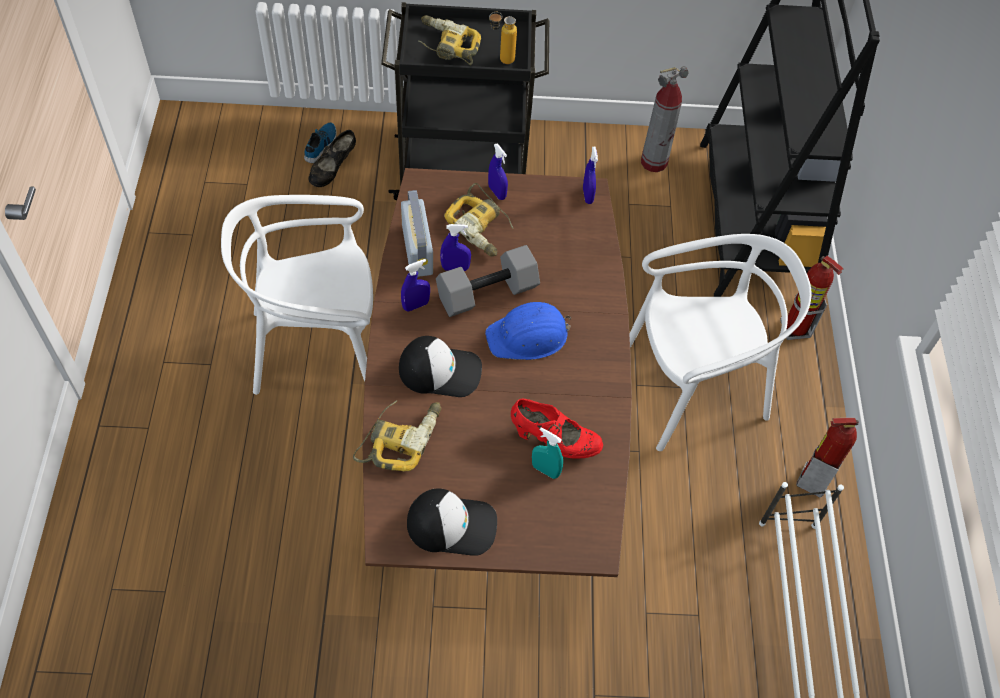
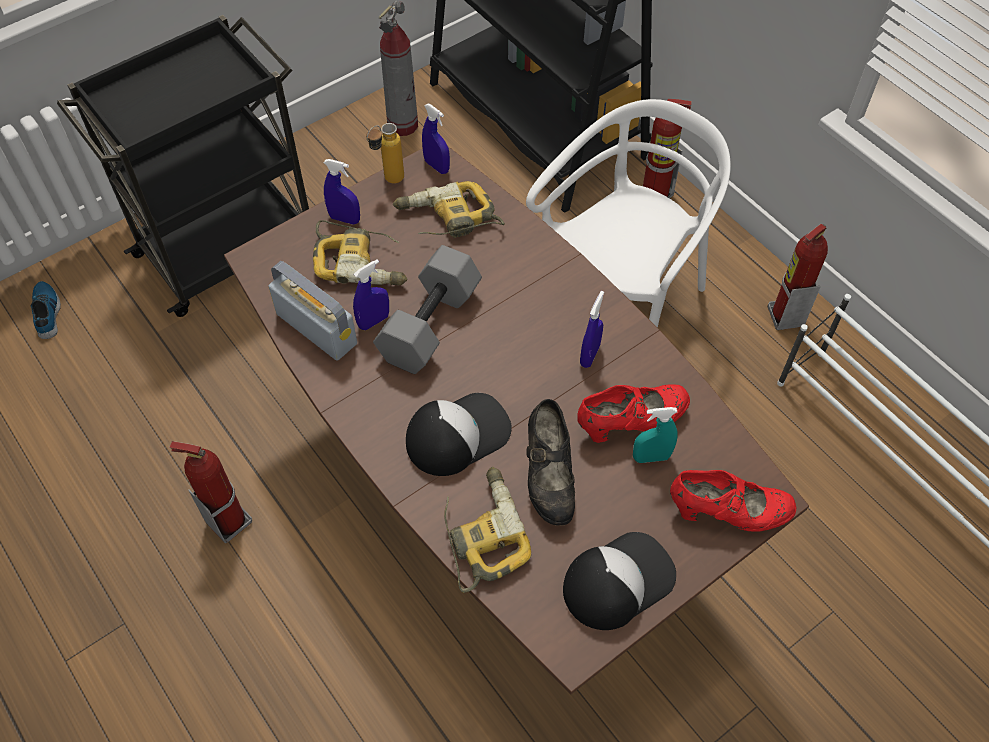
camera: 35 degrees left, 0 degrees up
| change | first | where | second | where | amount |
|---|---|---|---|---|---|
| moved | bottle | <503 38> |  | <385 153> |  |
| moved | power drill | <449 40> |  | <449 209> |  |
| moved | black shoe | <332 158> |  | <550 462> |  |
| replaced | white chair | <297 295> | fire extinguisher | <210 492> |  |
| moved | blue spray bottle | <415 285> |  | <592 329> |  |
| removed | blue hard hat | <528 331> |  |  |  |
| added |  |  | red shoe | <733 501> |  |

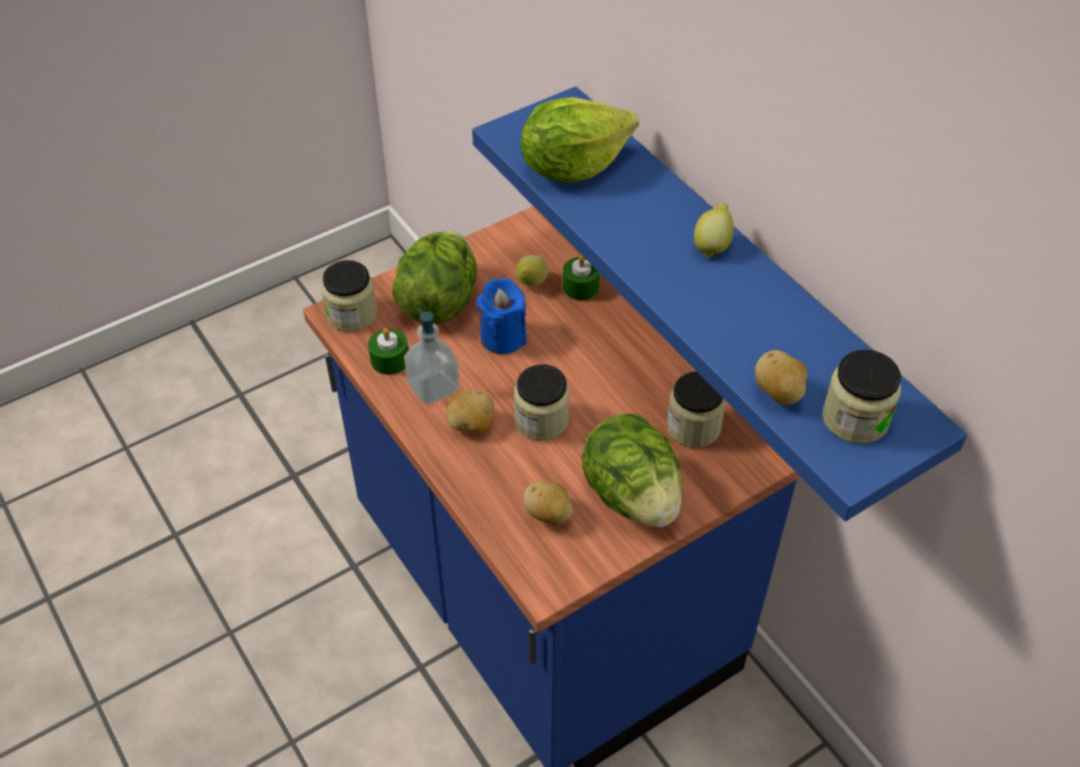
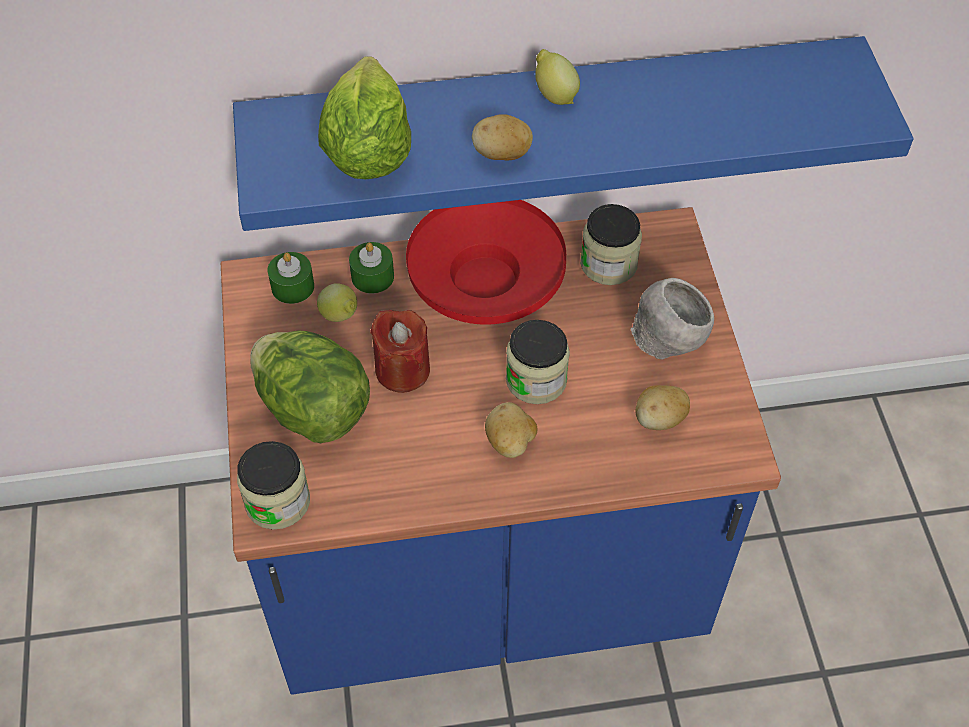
camera: 65 degrees left, 5 degrees up
| change | first | where | second | where | amount |
|---|---|---|---|---|---|
| recoloured | blue candle | <501 316> | red candle | <400 351> |  |
| removed | soap dispenser | <432 357> |  |  |  |
| moved | green candle | <388 351> |  | <290 278> |  |
| removed | jar | <861 396> |  |  |  |
| moved | potato | <781 377> |  | <502 137> |  |
| replaced | lettuce | <632 470> | grey bowl | <672 319> |  |
| added |  |  | red bowl | <486 262> |  |

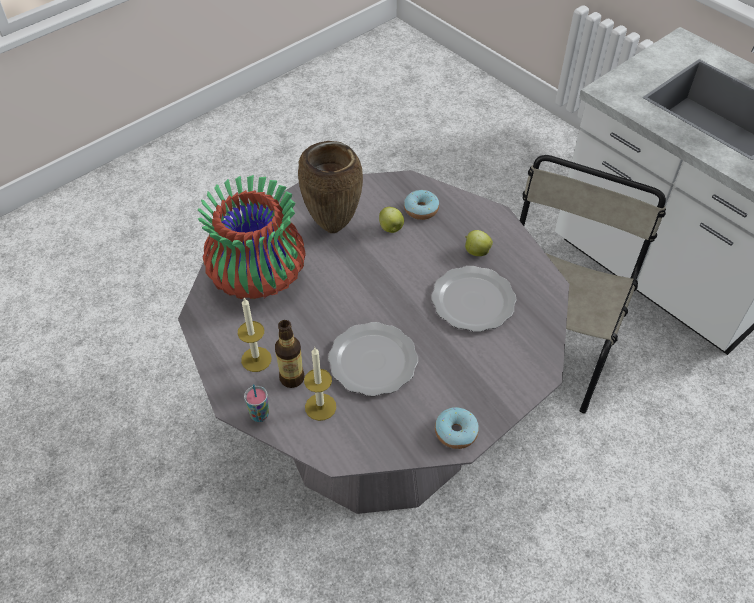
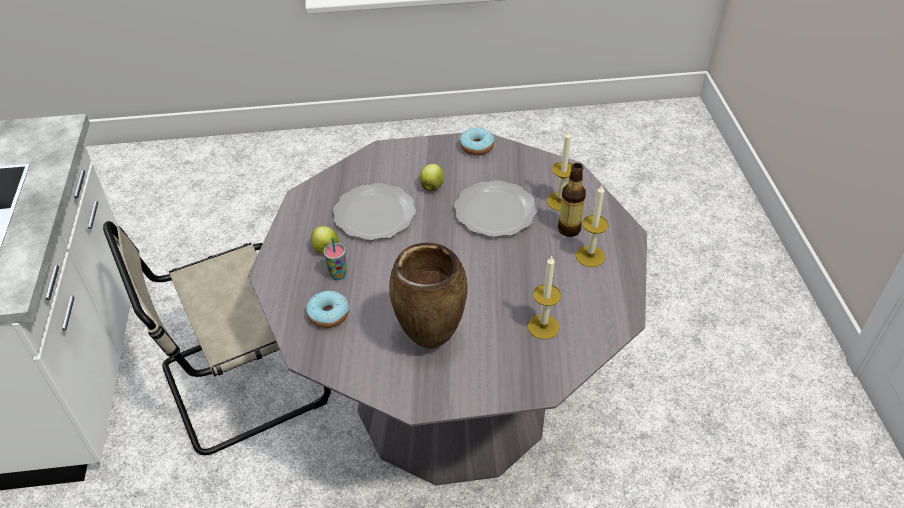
camera: 145 degrees left, 5 degrees down
| change | first | where | second | where | amount |
|---|---|---|---|---|---|
| replaced | vase | <252 237> | candle | <544 297> |  |
| moved | apple | <391 220> |  | <432 177> |  |
| moved | cup | <256 403> |  | <335 259> |  |

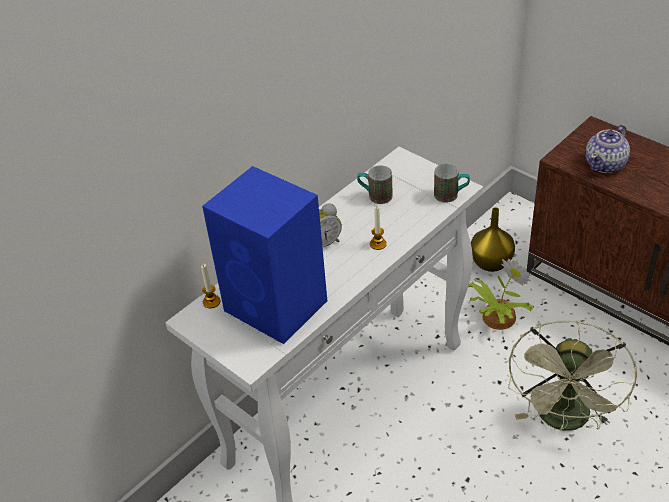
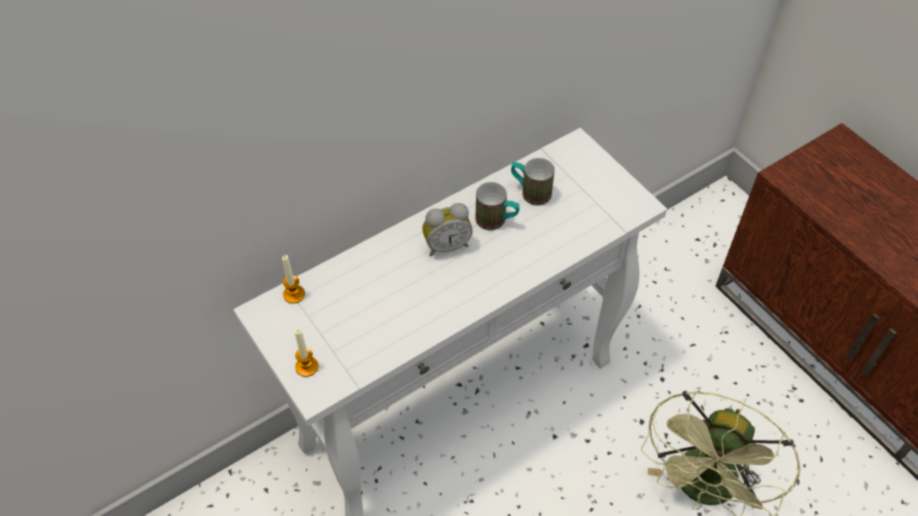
camera: 10 degrees right, 10 degrees up
| change | first | where | second | where | amount |
|---|---|---|---|---|---|
| removed | teapot | <607 148> |  |  |  |
| moved | mug | <452 183> |  | <498 206> |  |
| removed | blue speaker | <264 255> |  |  |  |
| moved | candle | <378 228> |  | <306 353> |  |
| removed | yellow vase | <493 239> |  |  |  |
| removed | potted plant | <501 294> |  |  |  |

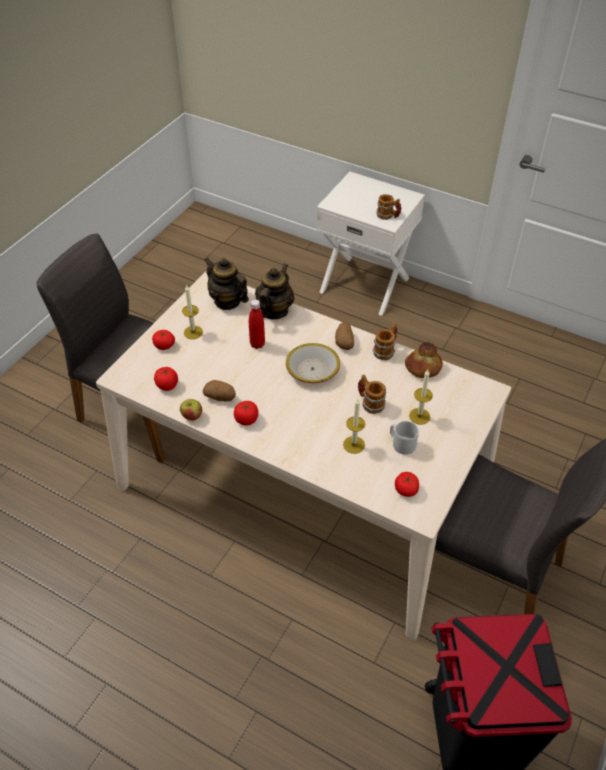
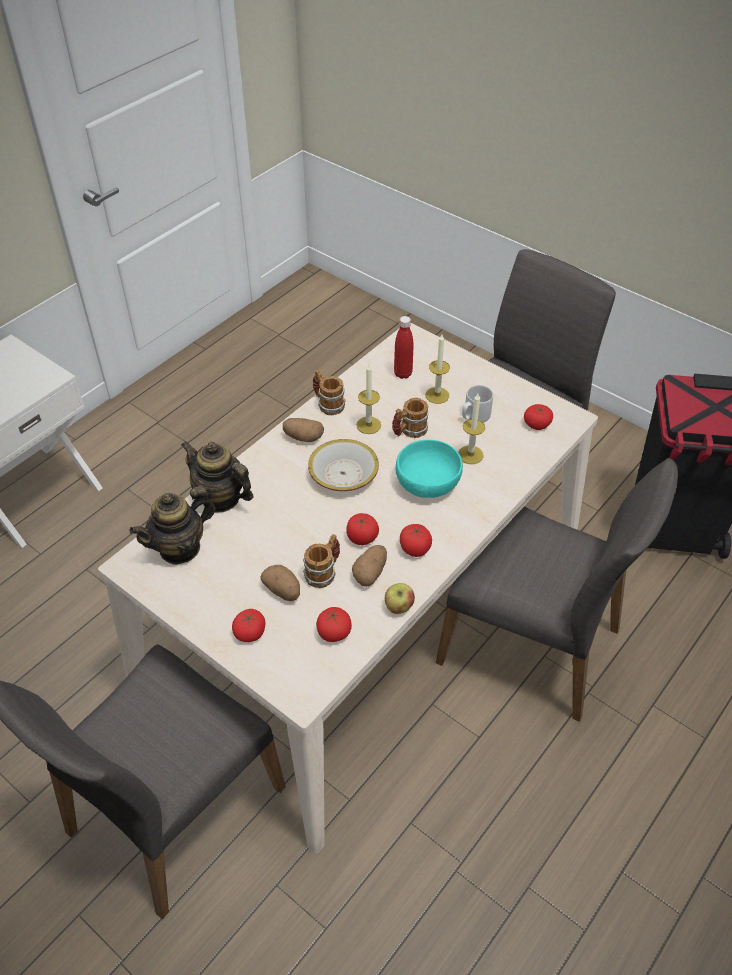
camera: 80 degrees left, 0 degrees up
| change | first | where | second | where | amount |
|---|---|---|---|---|---|
| moved | mug | <389 207> |  | <321 561> |  |
| moved | candle | <192 312> |  | <368 399> |  |
| moved | red bottle | <257 324> |  | <403 347> |  |
| removed | bread | <424 360> |  |  |  |
| added |  |  | turquoise bowl | <429 469> |  |
| added |  |  | grey chair | <557 590> |  |
| added |  |  | tomato | <362 529> |  |
| added |  |  | potato | <280 583> |  |

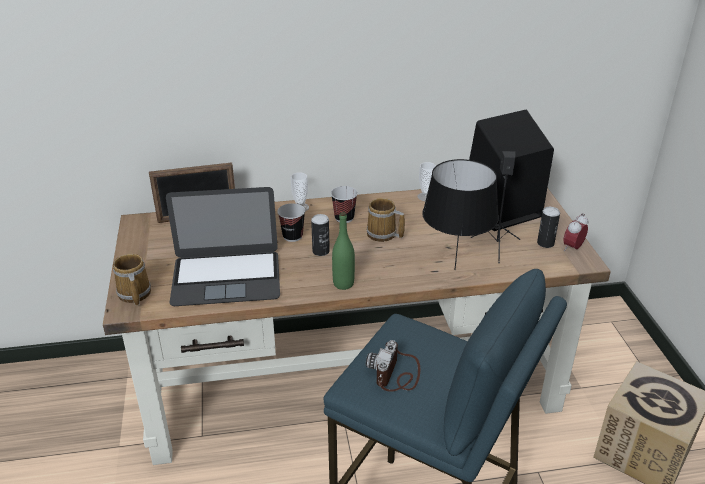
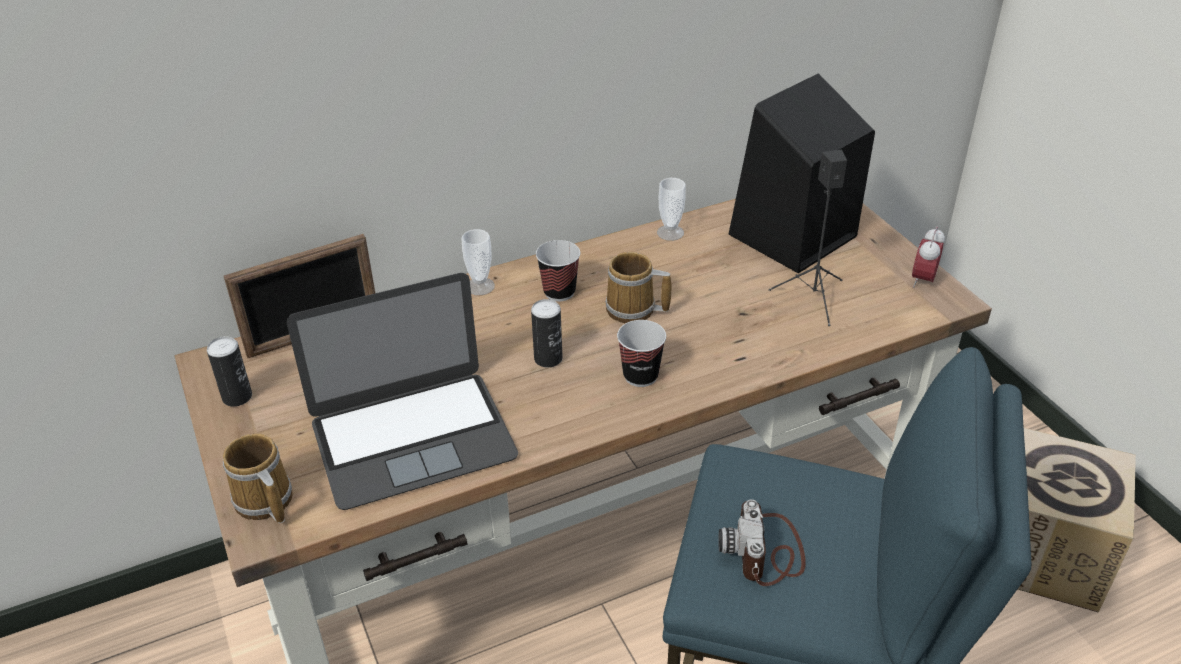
camera: 15 degrees left, 5 degrees up
| change | first | where | second | where | amount |
|---|---|---|---|---|---|
| removed | black table lamp | <460 214> |  |  |  |
| moved | cup | <291 222> |  | <641 353> |  |
| moved | can | <548 227> |  | <229 371> |  |
| removed | green bottle | <343 251> |  |  |  |

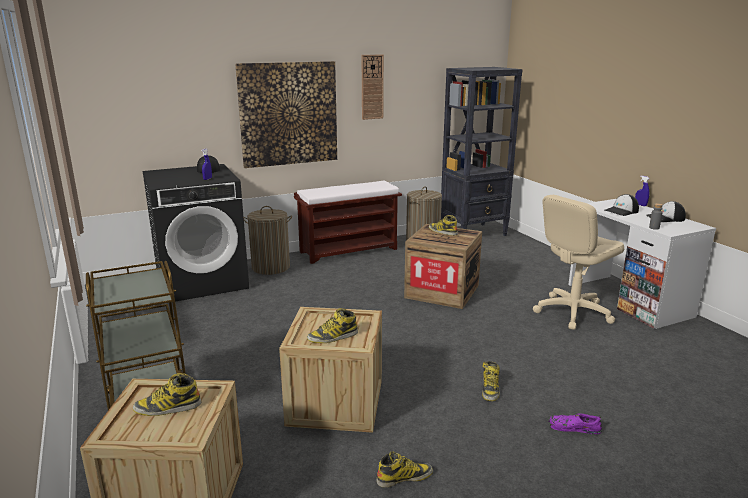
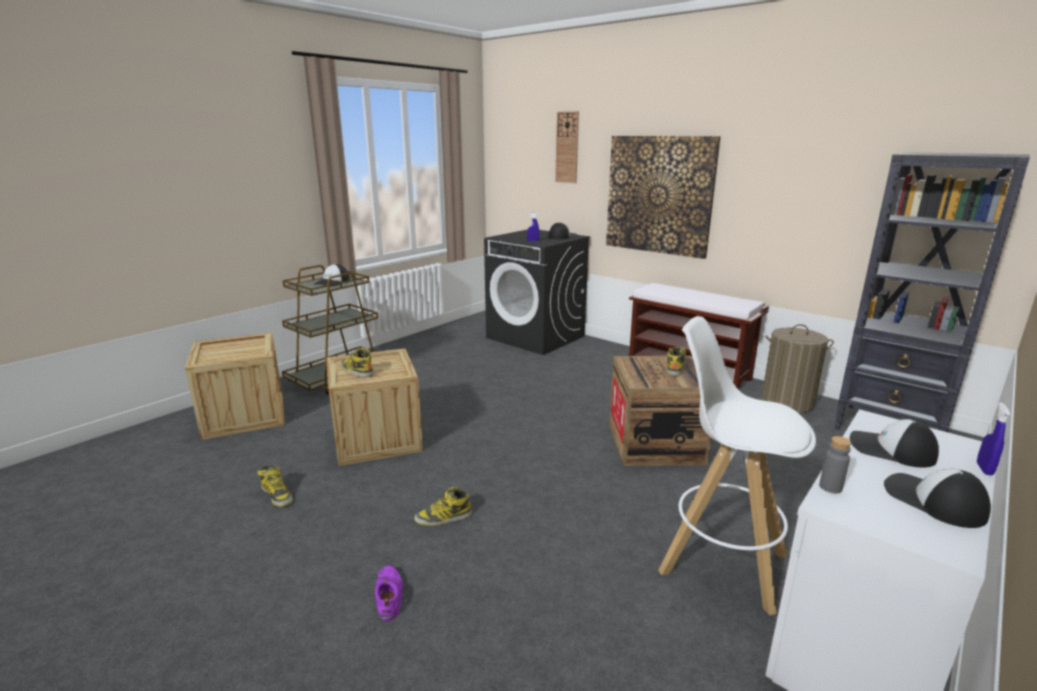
camera: 65 degrees right, 0 degrees up
| change | first | where | second | where | amount |
|---|---|---|---|---|---|
| moved | wall clock | <373 87> |  | <567 147> |  |
| replaced | beige office chair | <578 262> | white stool | <737 465> |  |
| removed | laundry basket | <268 240> |  |  |  |
| removed | boot | <167 394> |  |  |  |
| added |  |  | cap | <332 275> |  |

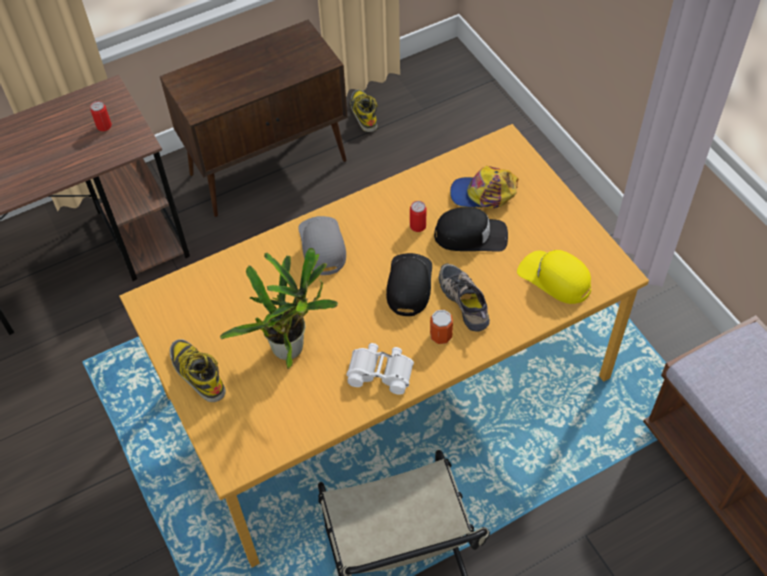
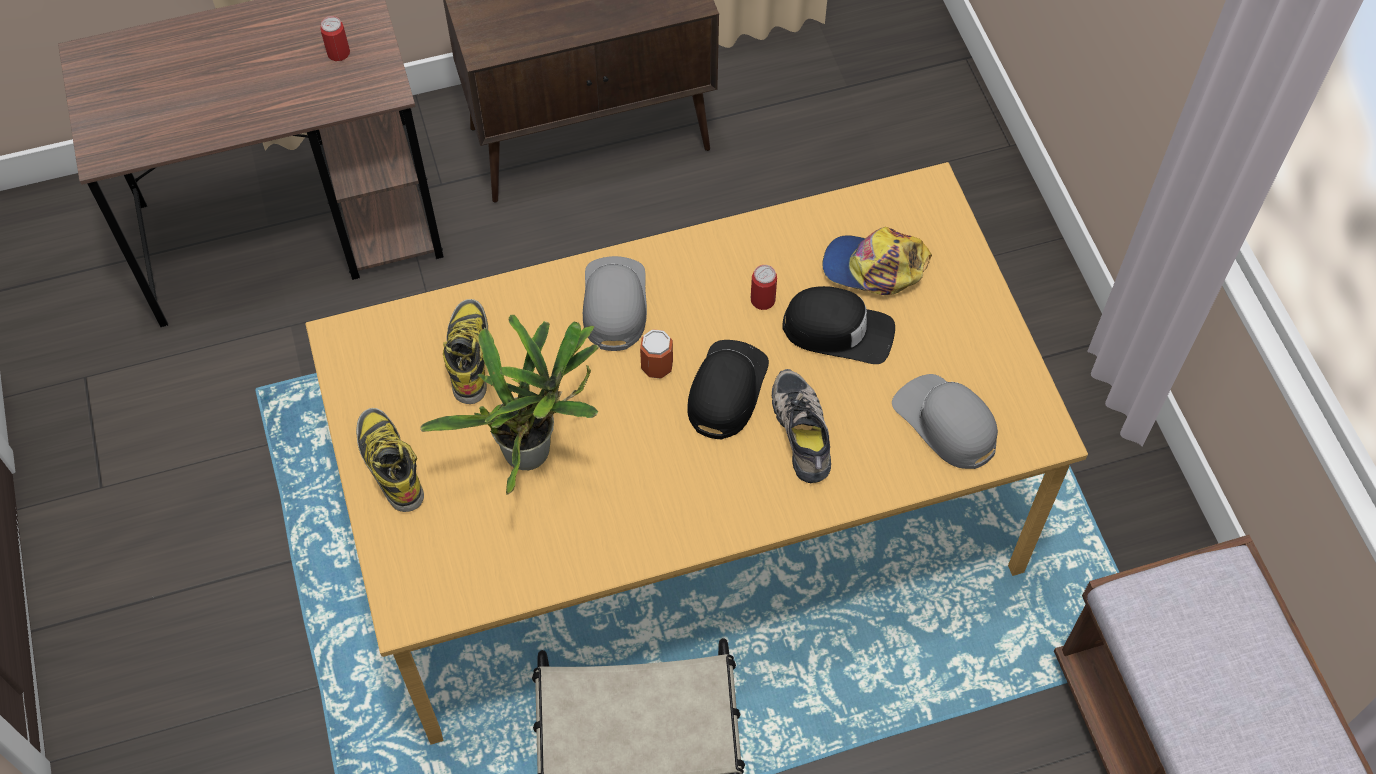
camera: 10 degrees right, 5 degrees up
| change | first | where | second | where | amount |
|---|---|---|---|---|---|
| moved | boot | <363 110> |  | <465 351> |  |
| recoloured | yellow cap | <554 277> | grey cap | <945 421> |  |
| moved | can | <441 327> |  | <656 353> |  |
| removed | white binoculars | <380 369> |  |  |  |

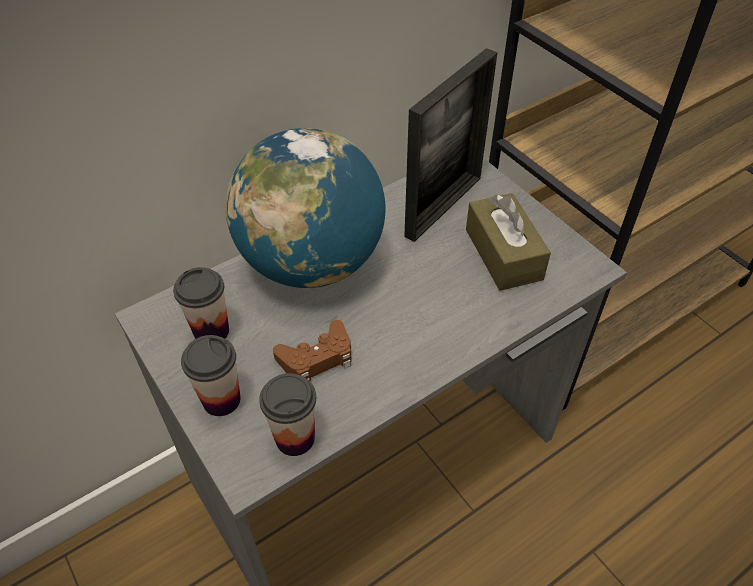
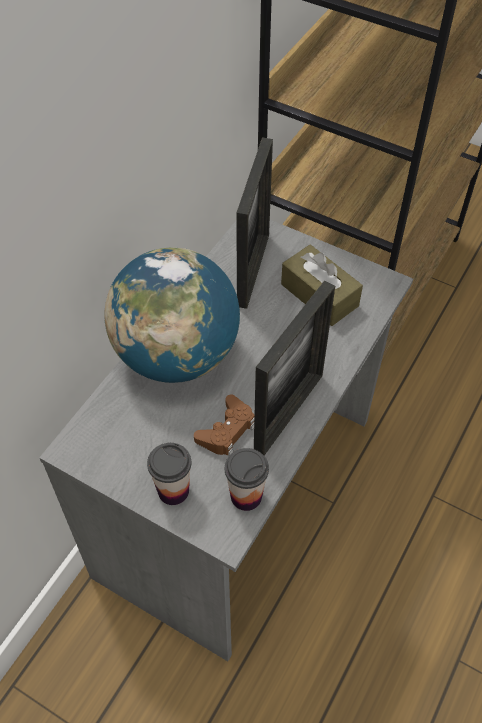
camera: 25 degrees left, 5 degrees up
| change | first | where | second | where | amount |
|---|---|---|---|---|---|
| removed | cup | <201 303> |  |  |  |
| added |  |  | picture frame | <294 368> |  |

